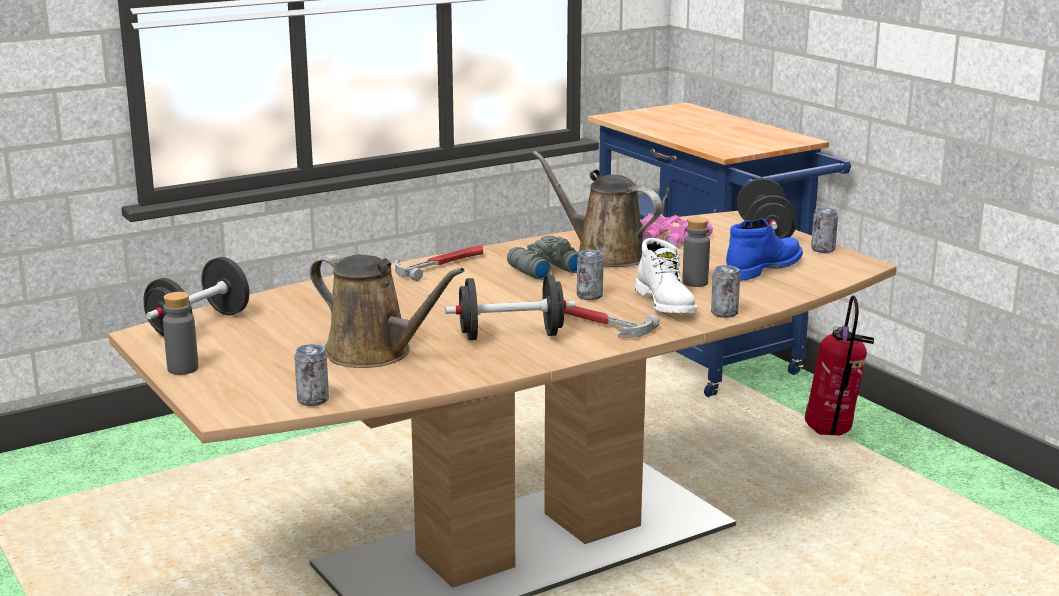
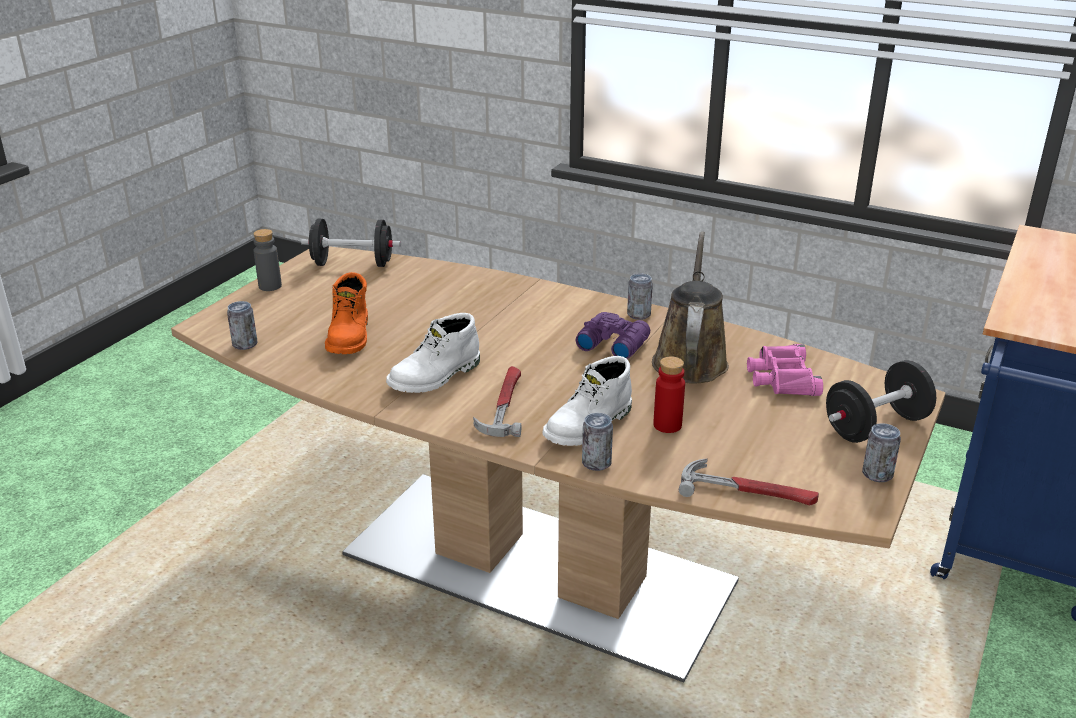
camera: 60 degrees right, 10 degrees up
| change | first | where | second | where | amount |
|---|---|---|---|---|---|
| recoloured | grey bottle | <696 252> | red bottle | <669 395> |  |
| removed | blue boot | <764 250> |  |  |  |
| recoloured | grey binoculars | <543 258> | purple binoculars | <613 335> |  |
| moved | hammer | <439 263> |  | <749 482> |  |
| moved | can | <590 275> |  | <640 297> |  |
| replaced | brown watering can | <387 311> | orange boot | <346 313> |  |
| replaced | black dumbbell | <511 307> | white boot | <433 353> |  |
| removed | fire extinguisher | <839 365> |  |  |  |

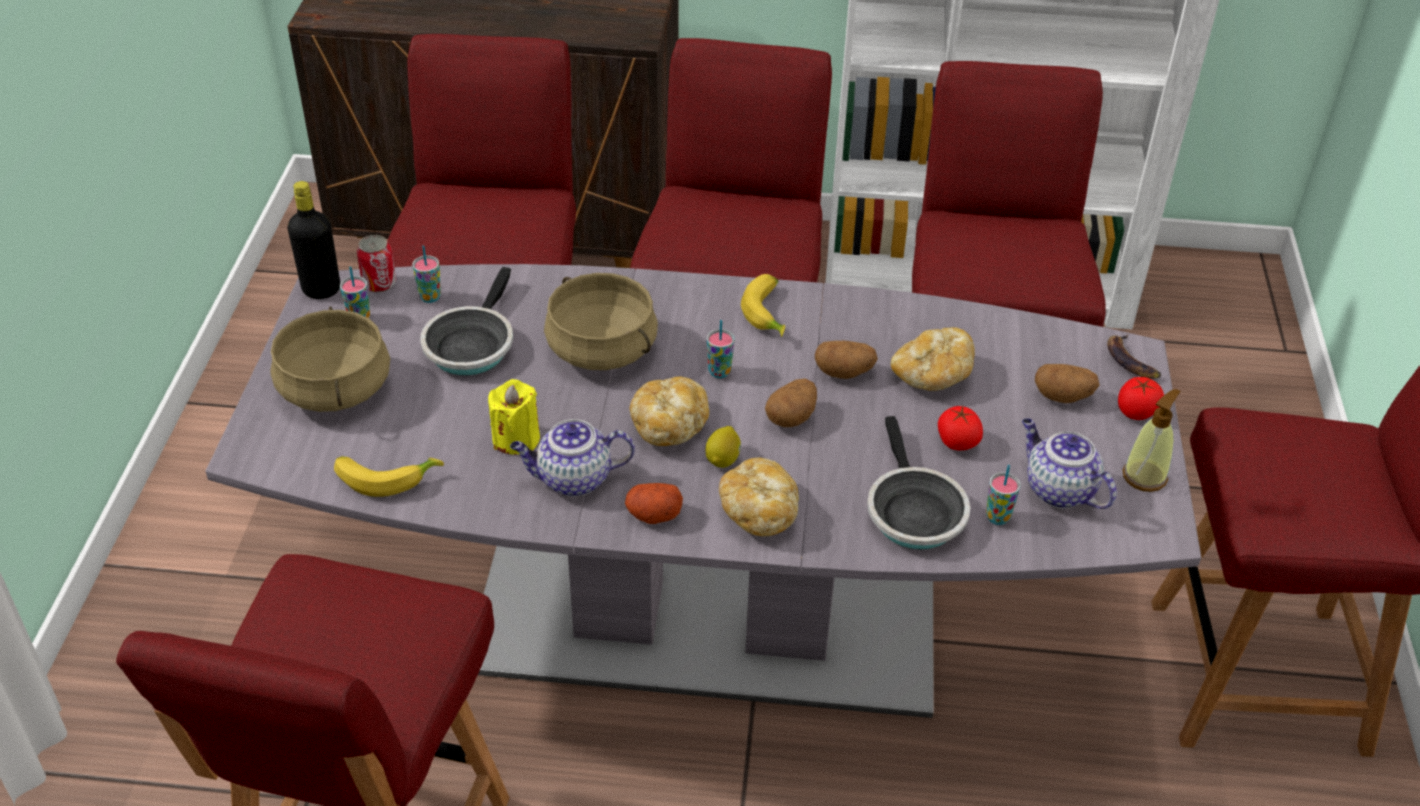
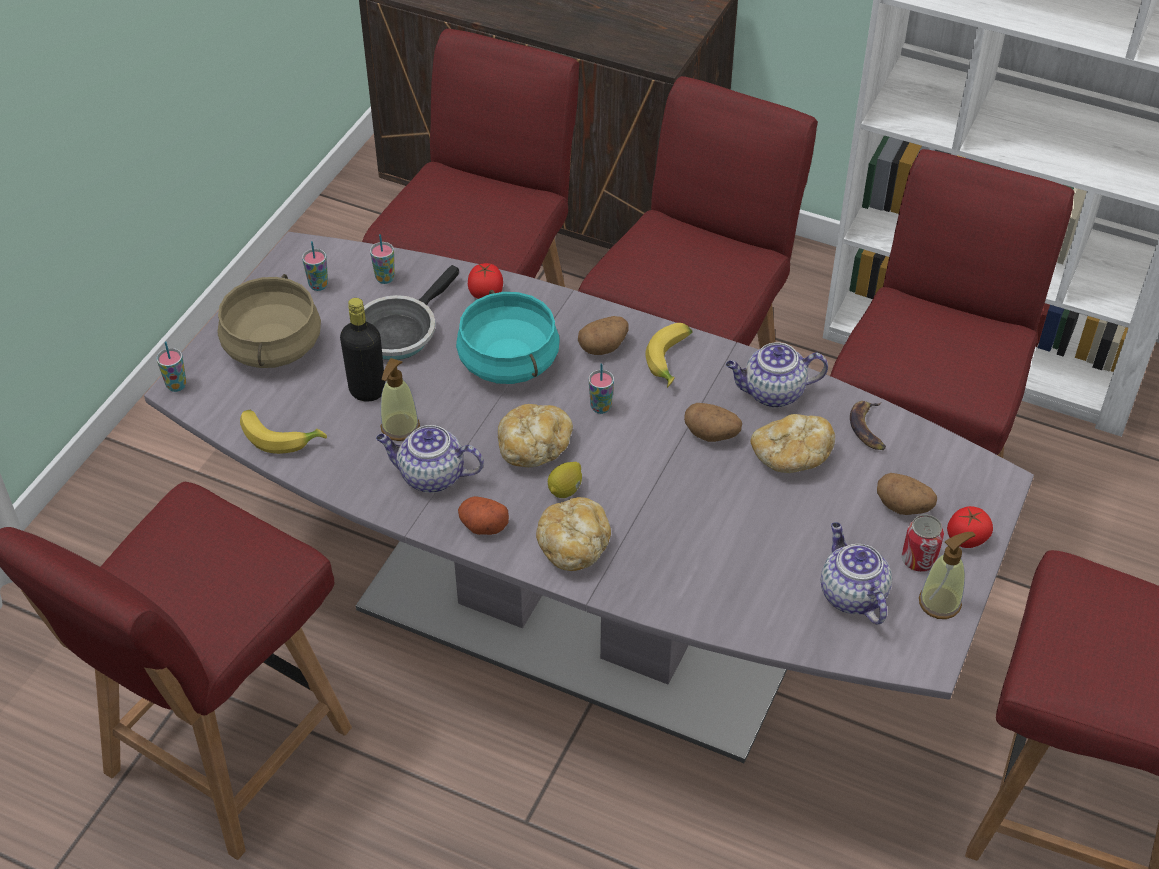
camera: 20 degrees right, 5 degrees up
| change | first | where | second | where | amount |
|---|---|---|---|---|---|
| moved | black bottle | <313 240> |  | <362 350> |  |
| moved | can | <376 264> |  | <922 543> |  |
| recoloured | beige cooking pot | <601 321> | turquoise cooking pot | <508 337> |  |
| moved | banana | <1134 356> |  | <868 425> |  |
| replaced | yellow candle | <514 417> | soap dispenser | <400 399> |  |
| moved | potato | <791 403> |  | <603 335> |  |
| moved | tomato | <960 428> |  | <485 281> |  |
| removed | frying pan | <918 482> |  |  |  |
| moved | cup | <1003 495> |  | <171 367> |  |
| added |  |  | teapot | <777 375> |  |

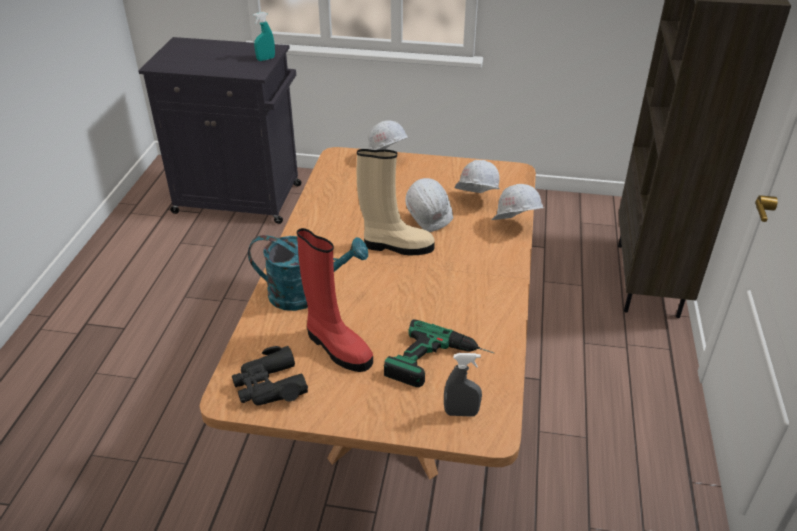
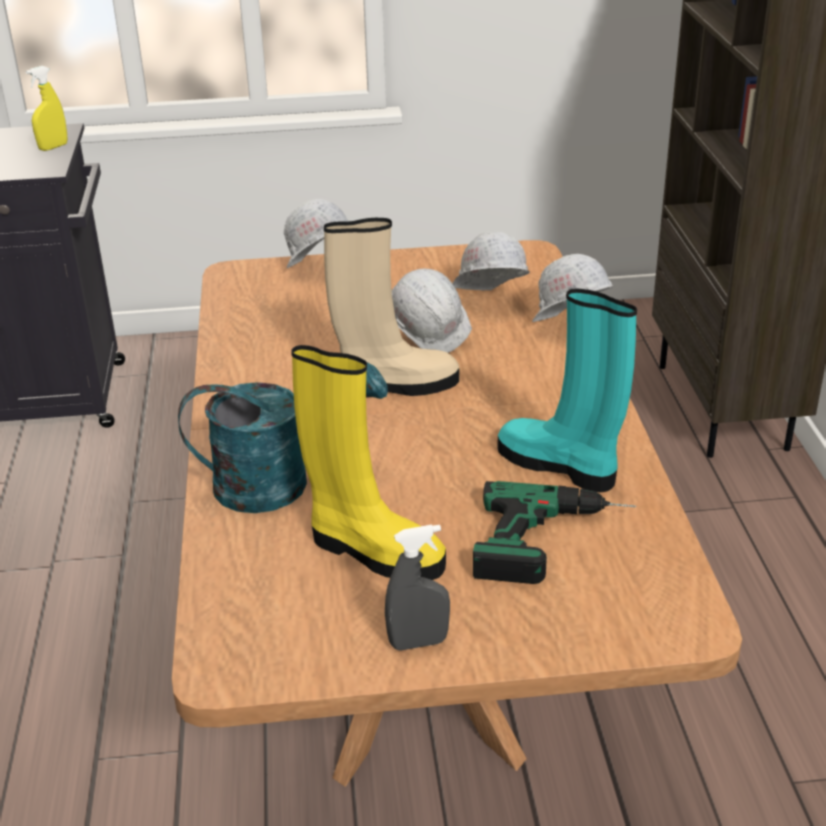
camera: 15 degrees left, 5 degrees down
| change | first | where | second | where | amount |
|---|---|---|---|---|---|
| recoloured | turquoise spray bottle | <264 36> | yellow spray bottle | <47 108> |  |
| recoloured | red boot | <335 300> | yellow boot | <368 462> |  |
| removed | black binoculars | <270 376> |  |  |  |
| moved | grey spray bottle | <463 385> |  | <417 588> |  |
| added |  |  | turquoise boot | <567 390> |  |

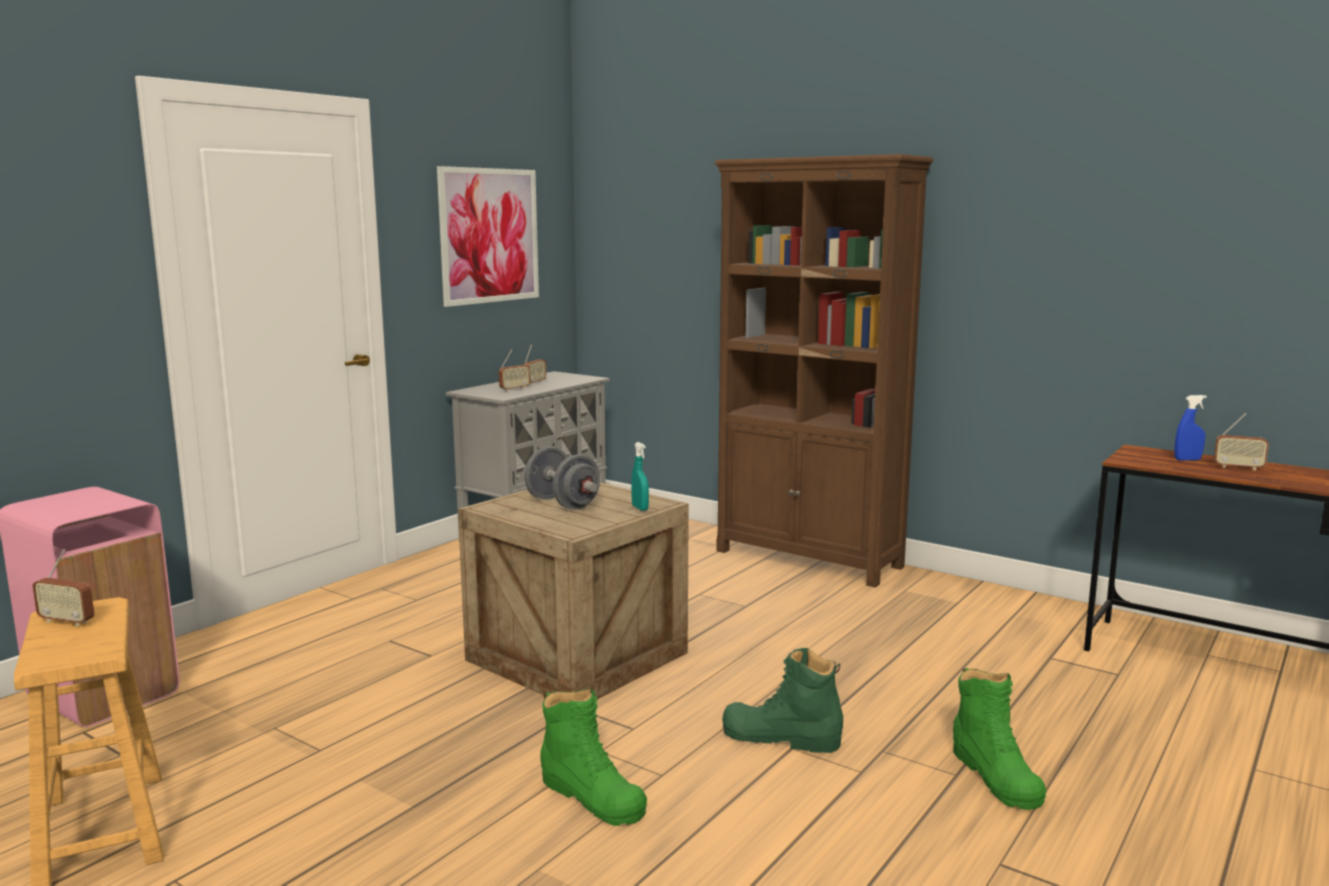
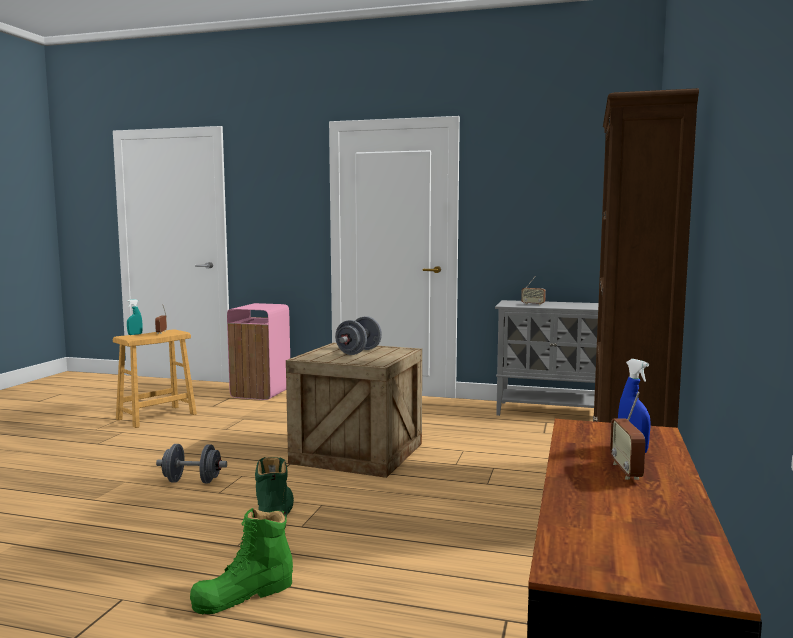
camera: 70 degrees right, 5 degrees down
| change | first | where | second | where | amount |
|---|---|---|---|---|---|
| removed | picture | <488 236> |  |  |  |
| removed | radio | <535 364> |  |  |  |
| moved | turquoise spray bottle | <640 476> |  | <135 317> |  |
| replaced | green boot | <593 757> | grey dumbbell | <191 463> |  |

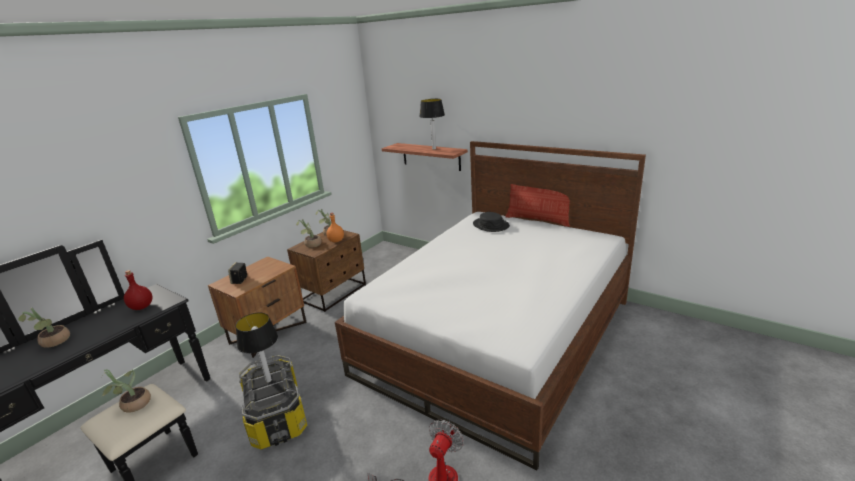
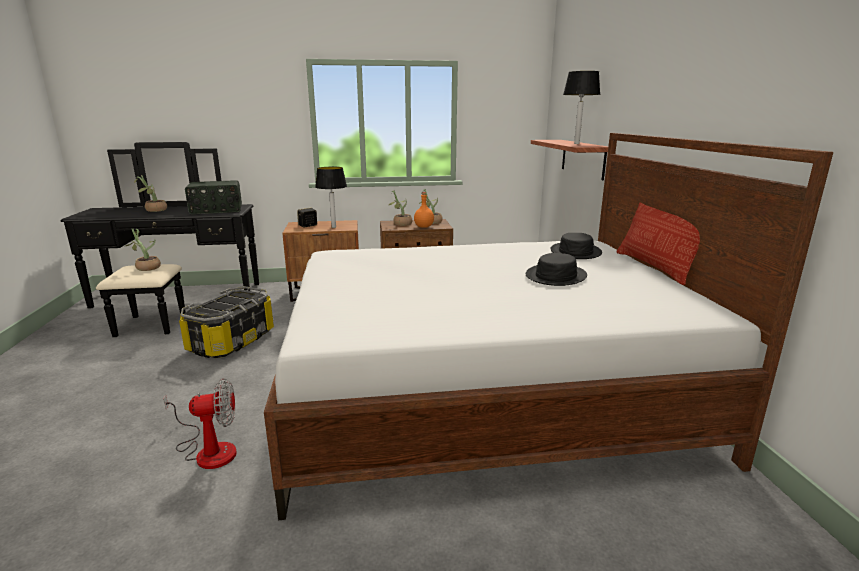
camera: 45 degrees right, 5 degrees down
| change | first | where | second | where | amount |
|---|---|---|---|---|---|
| replaced | red bottle | <138 290> | radio | <213 197> |  |
| moved | table lamp | <257 348> |  | <331 197> |  |
| added |  |  | black hat | <556 269> |  |

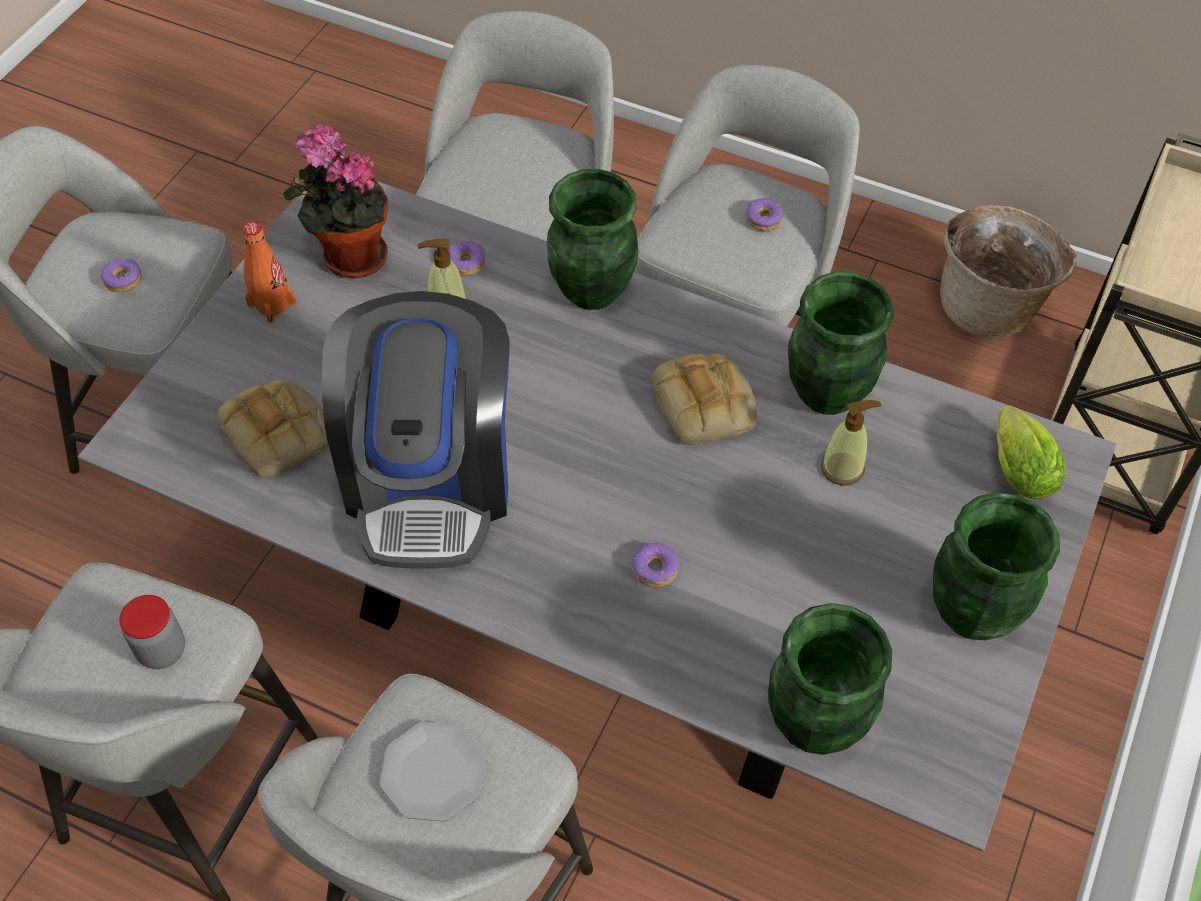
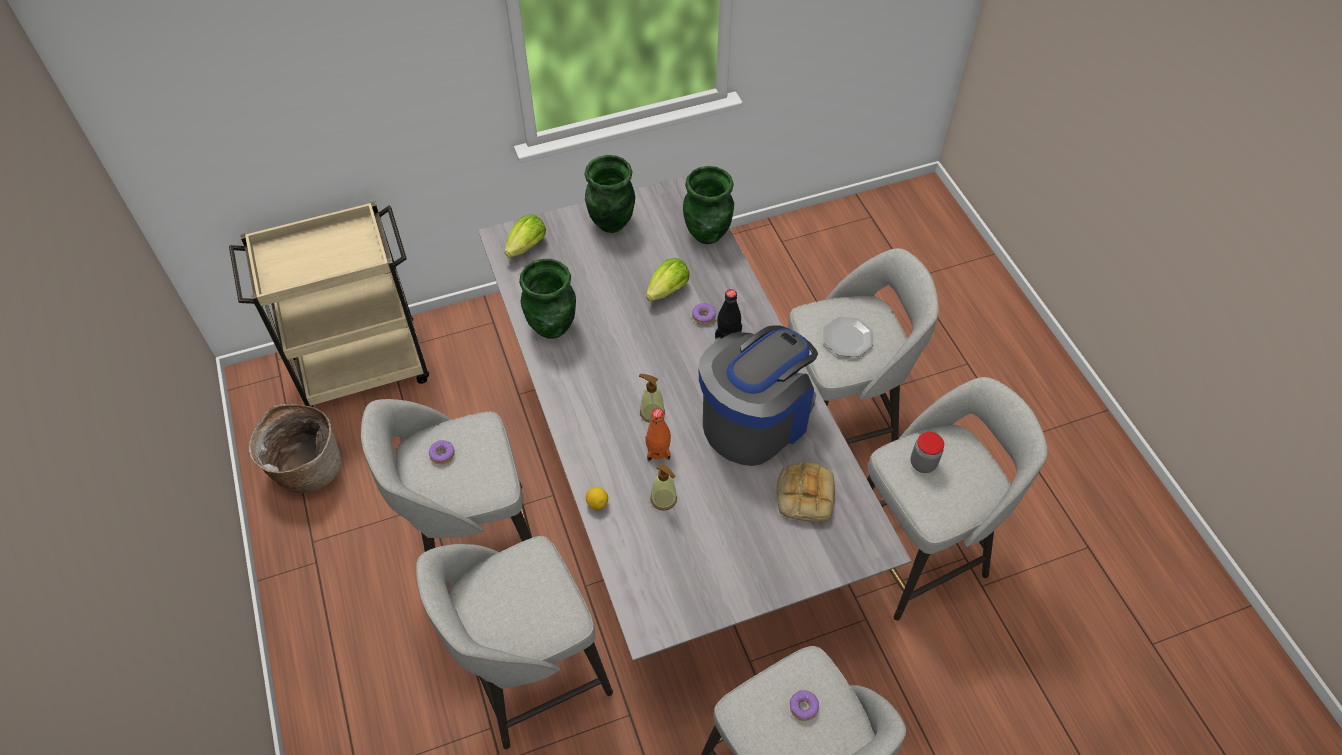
camera: 135 degrees left, 0 degrees up
| change | first | where | second | where | amount |
|---|---|---|---|---|---|
| removed | potted plant | <335 201> |  |  |  |
| removed | green vase | <593 239> |  |  |  |
| moved | orange bottle | <269 272> |  | <658 434> |  |
| removed | donut | <467 258> |  |  |  |
| removed | bread | <704 399> |  |  |  |
| moved | soap dispenser | <851 443> |  | <652 398> |  |
| added |  |  | lettuce | <667 280> |  |
| added |  |  | black bottle | <728 314> |  |
| added |  |  | lemon | <597 498> |  |

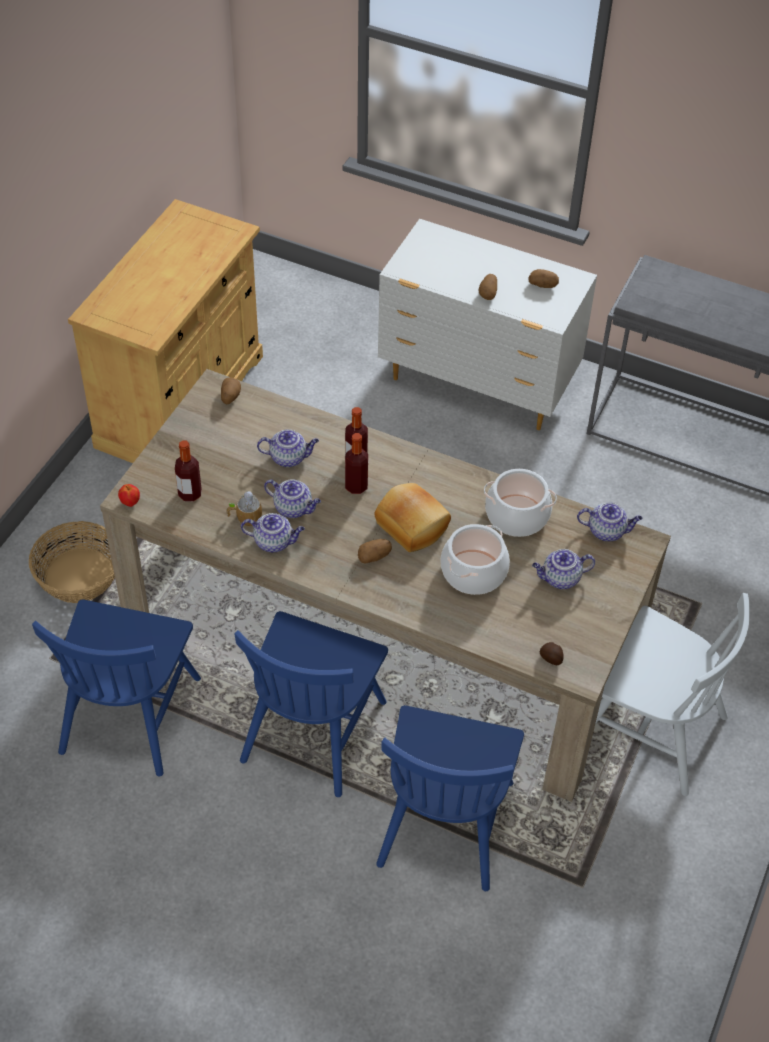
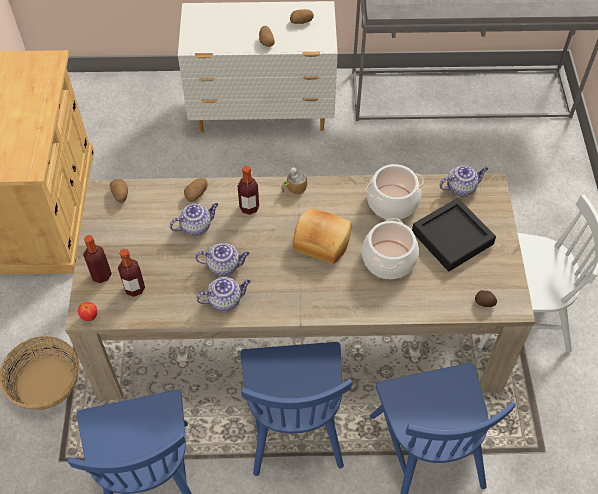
camera: 25 degrees left, 5 degrees up
| change | first | where | second | where | amount |
|---|---|---|---|---|---|
| moved | bottle | <356 463> |  | <97 259> |  |
| moved | mug | <244 508> |  | <294 181> |  |
| moved | potato | <375 551> |  | <196 190> |  |
| replaced | teapot | <563 569> | black tray | <454 234> |  |

